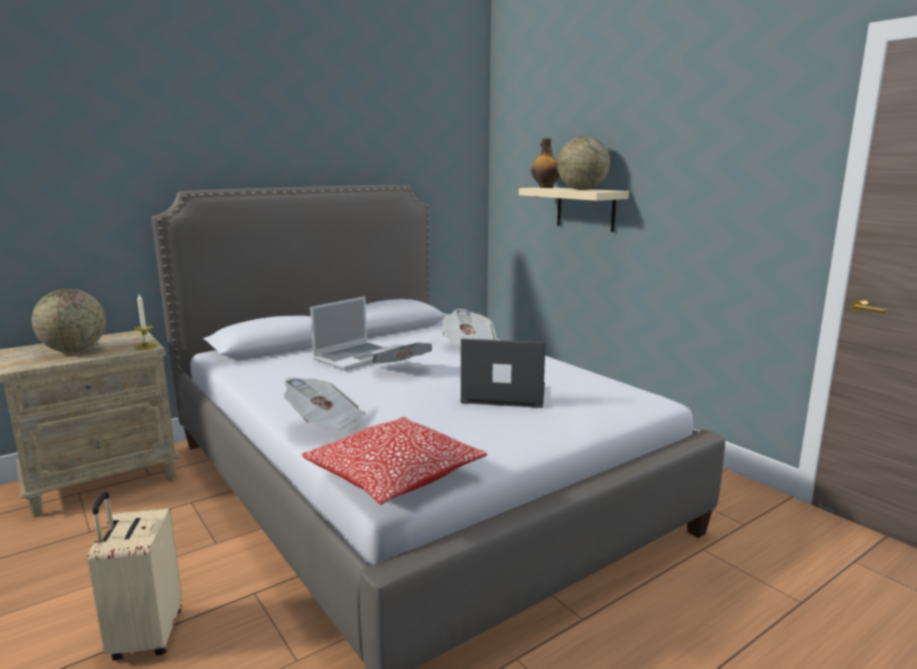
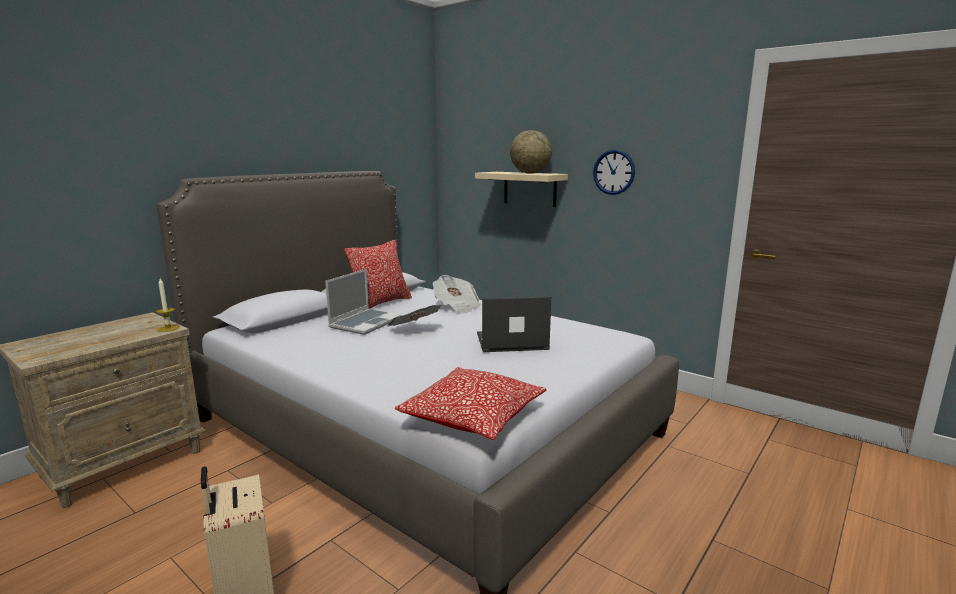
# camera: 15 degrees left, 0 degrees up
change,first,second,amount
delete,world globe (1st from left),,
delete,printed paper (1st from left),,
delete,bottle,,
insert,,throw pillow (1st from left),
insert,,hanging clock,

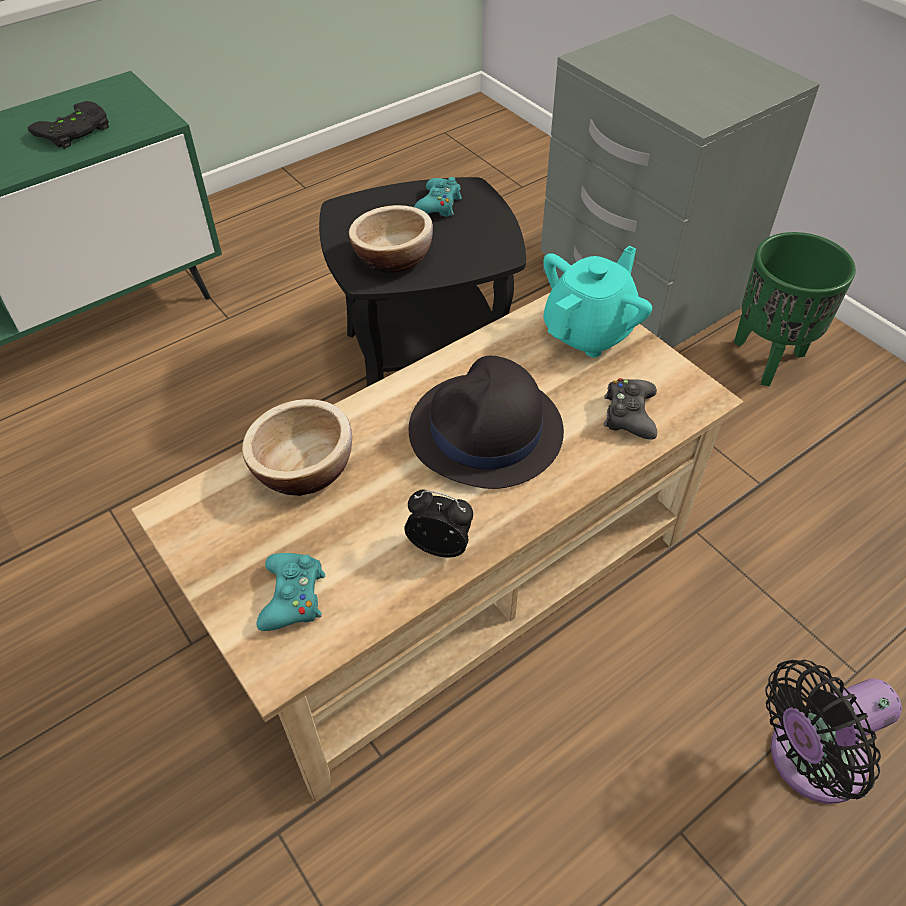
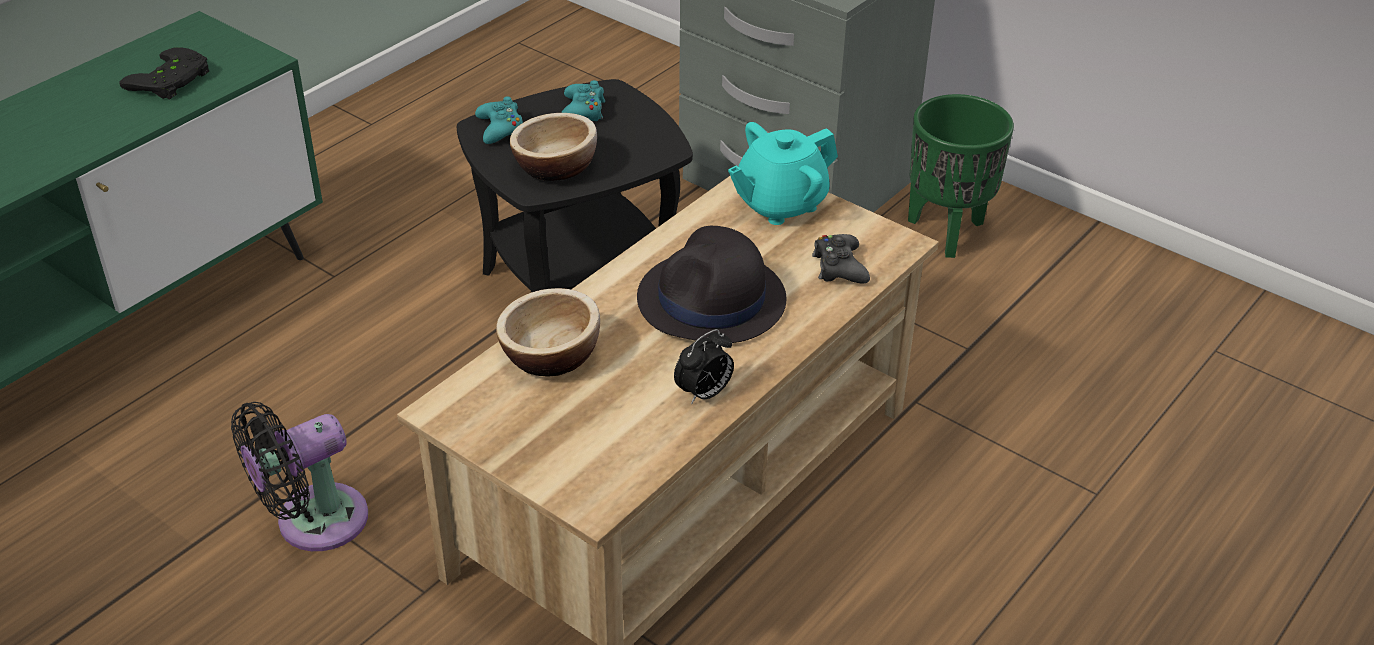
# camera: 15 degrees left, 10 degrees down
change,first,second,amount
move,gamepad (turquoise-coloured) (1st from left),,
move,electric fan (blackish),,
rotate,table clock,,135 degrees clockwise
rotate,tea pot (turquoise-coloured),,150 degrees counterclockwise

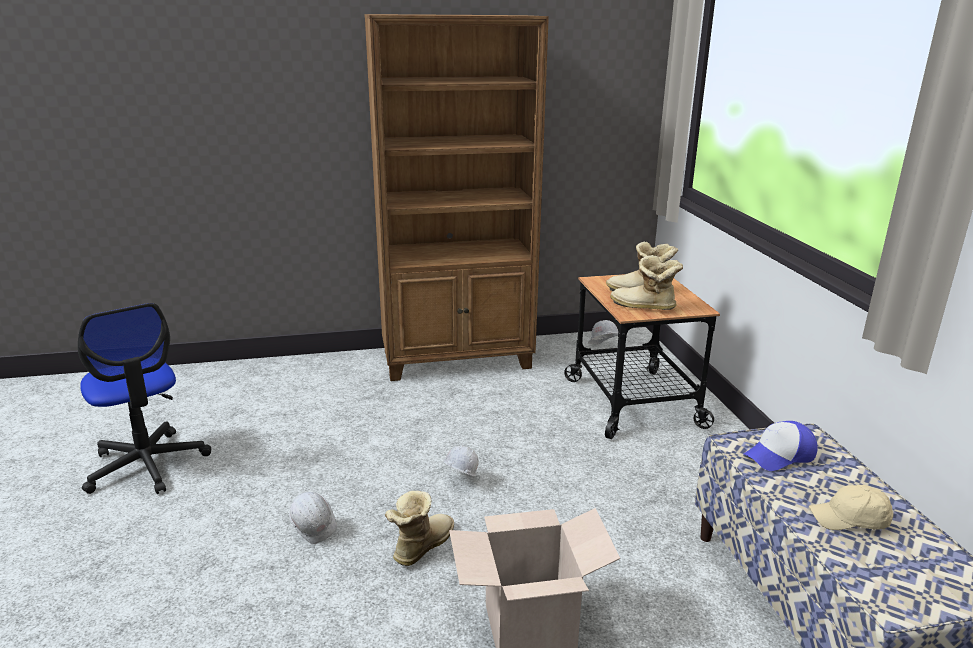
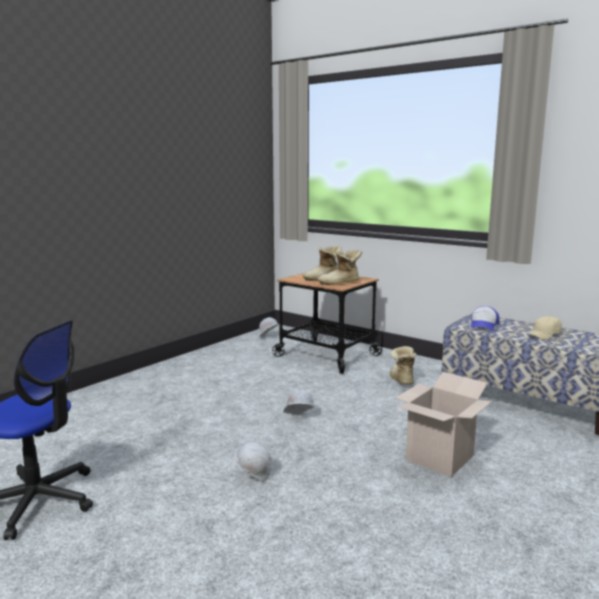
# camera: 40 degrees left, 10 degrees down
change,first,second,amount
delete,bookshelf (brownish),,
move,tall boot (1st from left in the first image),tall boot (3rd from left),

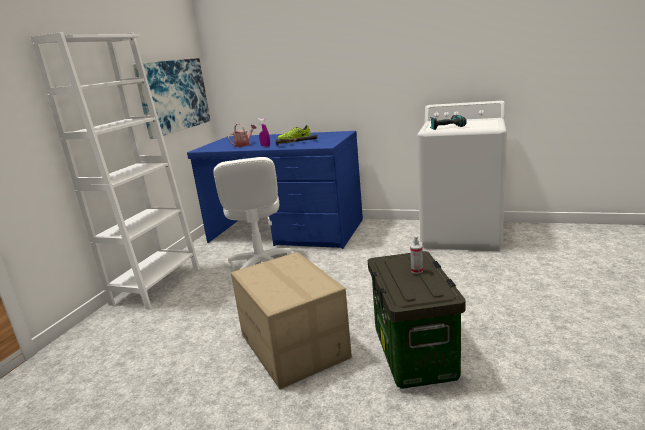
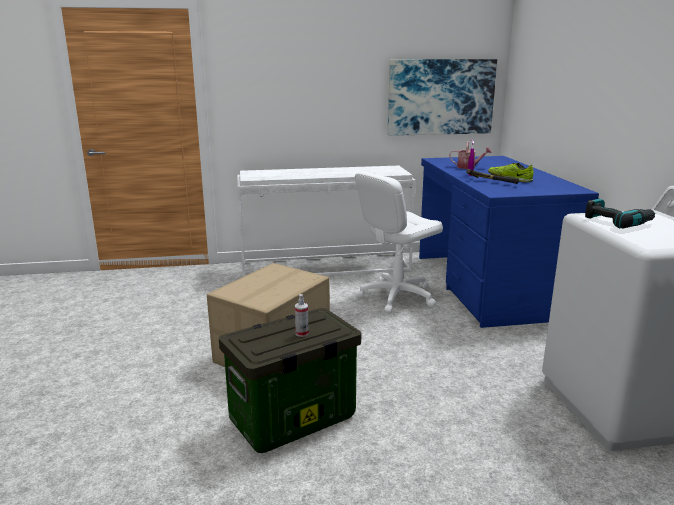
# camera: 60 degrees right, 0 degrees up
change,first,second,amount
replace,bookshelf (whitish),narrow table (whitish),

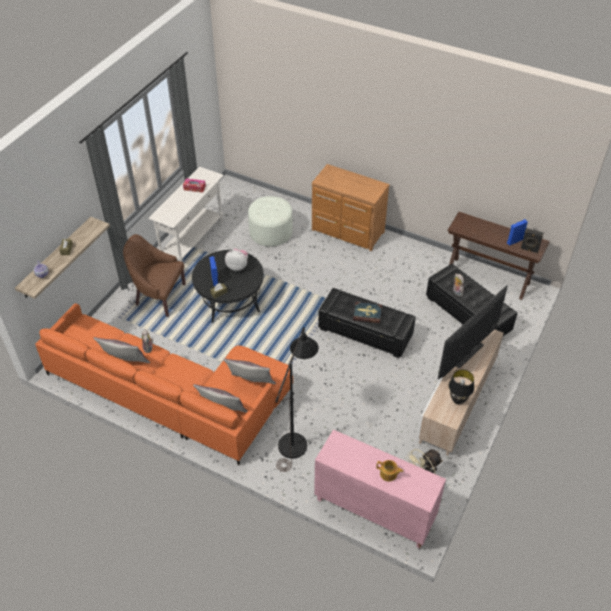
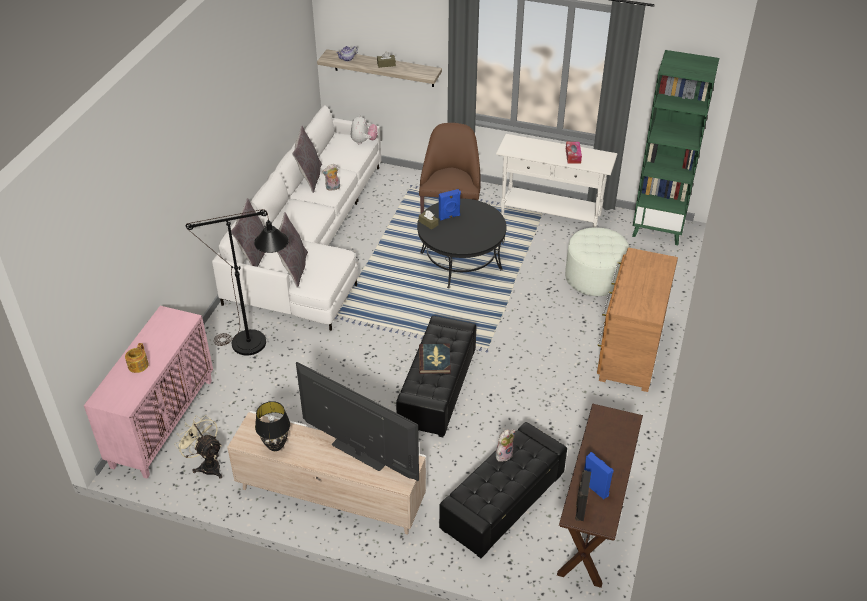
# camera: 80 degrees right, 5 degrees down
change,first,second,amount
insert,,bookshelf (green),
move,cuddly toy (2nd from left),,
recolor,settee (orangey),settee (whitish),

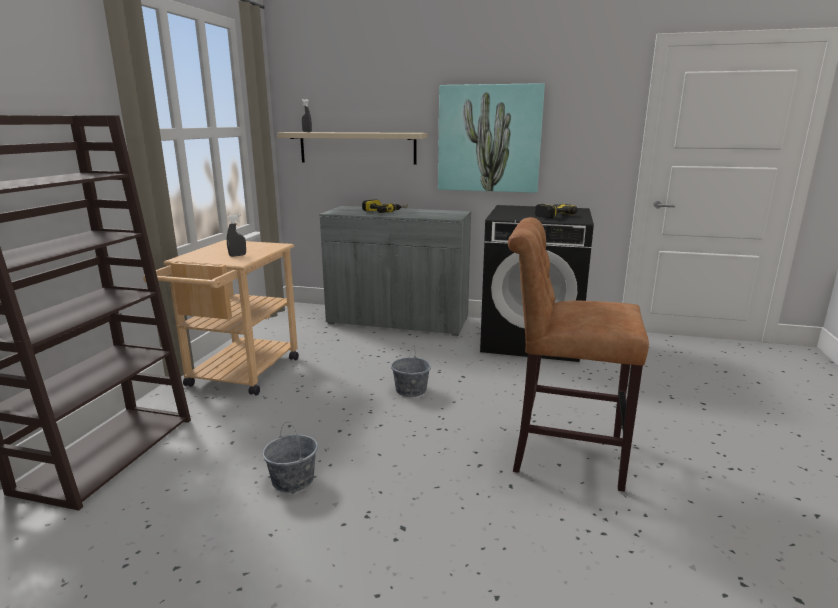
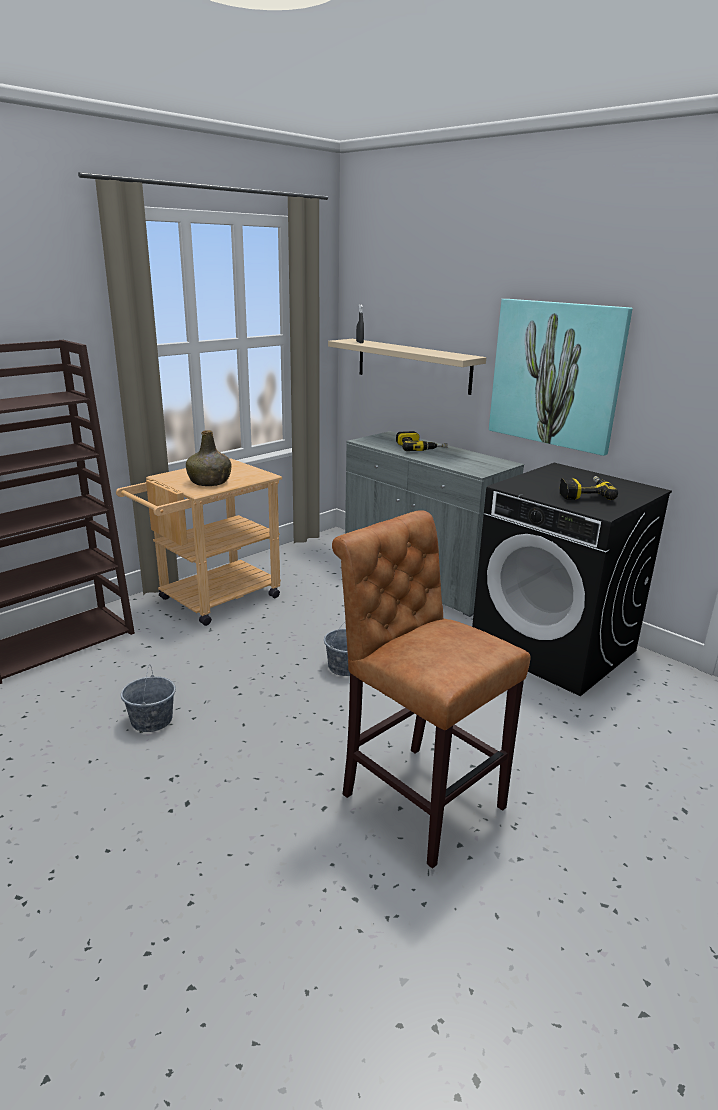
# camera: 30 degrees right, 5 degrees up
change,first,second,amount
replace,hand sprayer (grey) (1st from left),bottle (green),

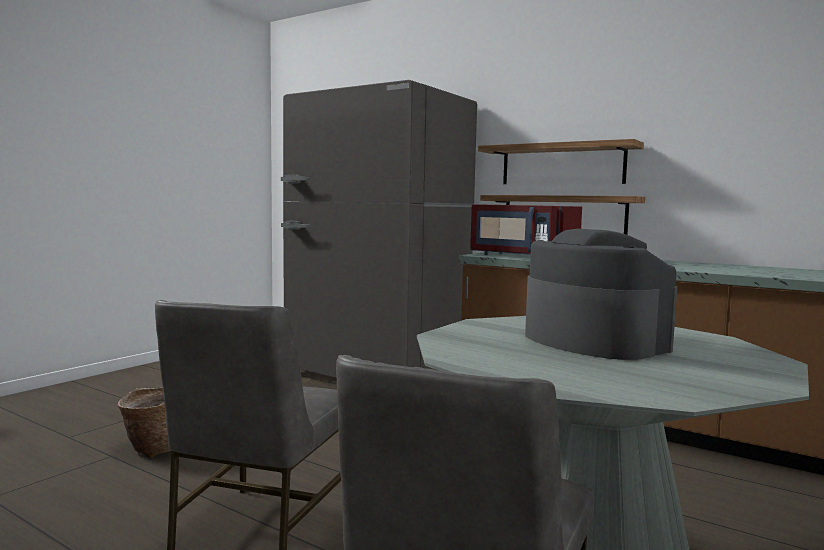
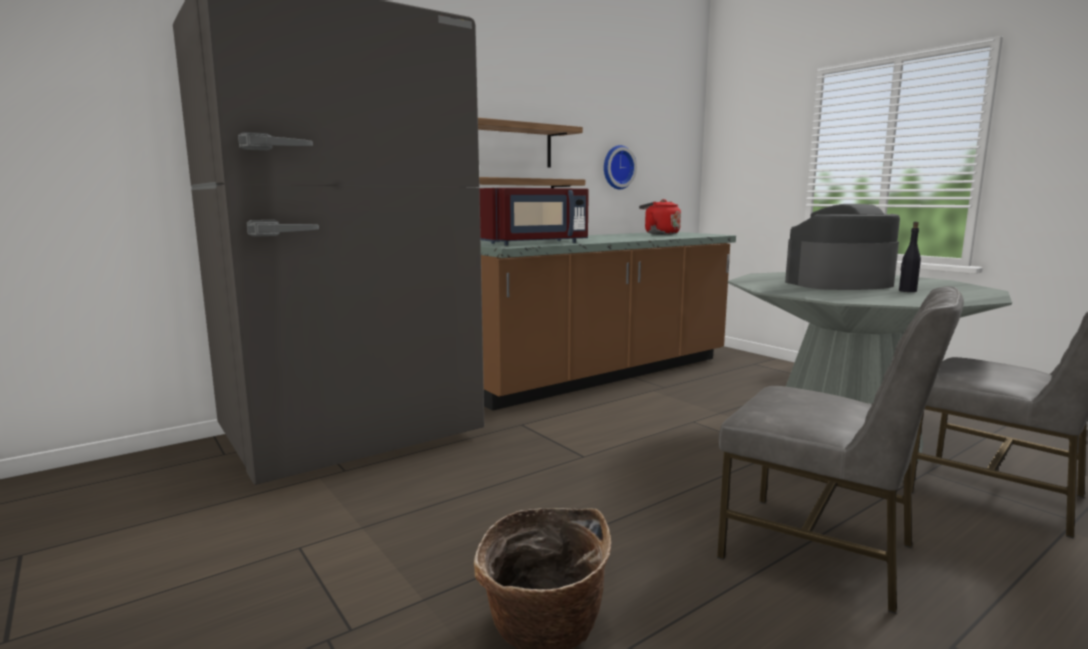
# camera: 70 degrees left, 5 degrees up
change,first,second,amount
insert,,hanging clock,
insert,,water kettle (red),
insert,,bottle (blackish),

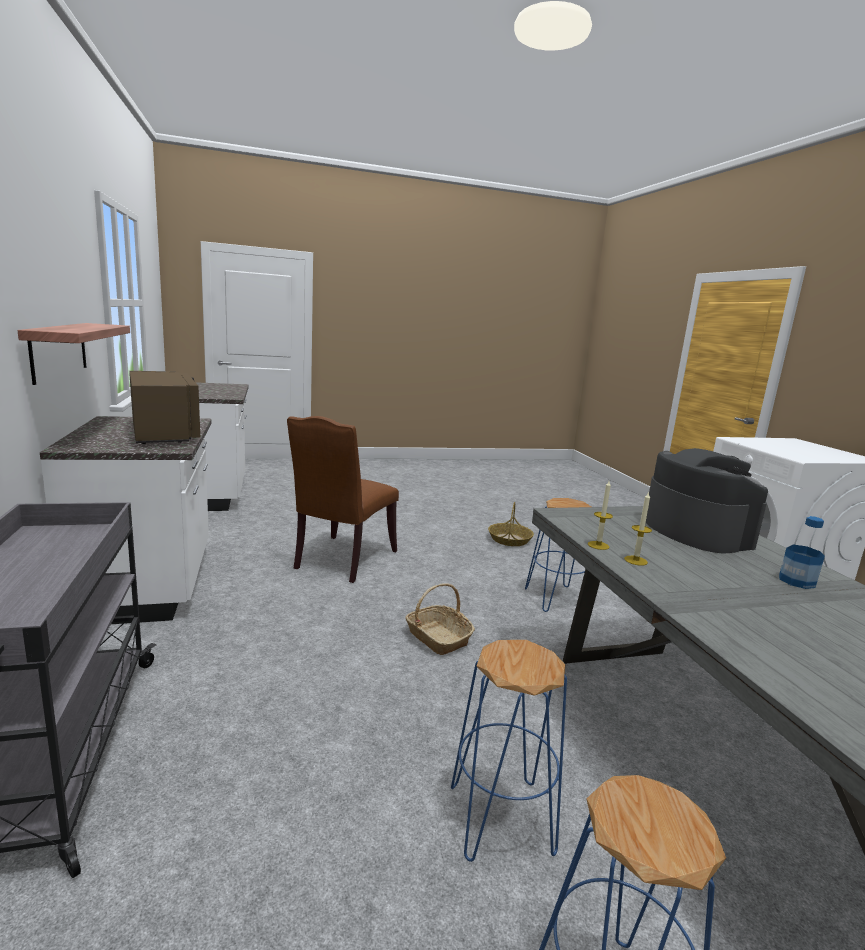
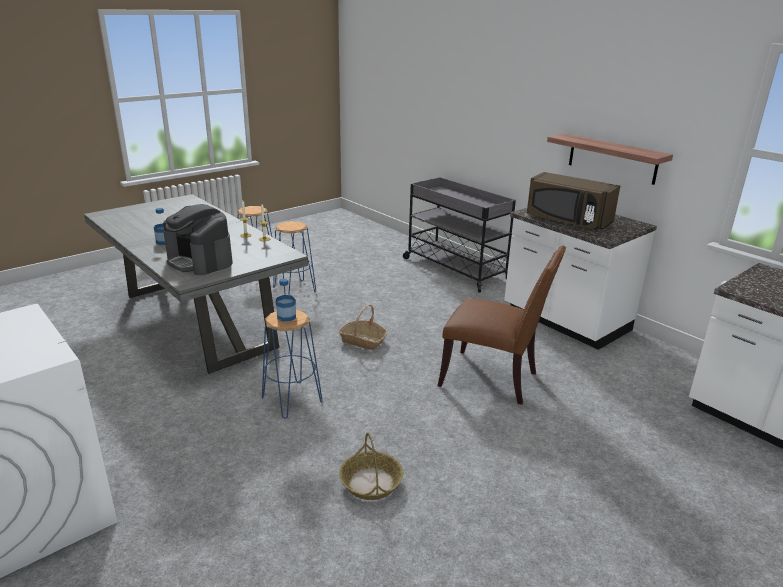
# camera: 155 degrees right, 10 degrees up
change,first,second,amount
insert,,bottle (2nd from left),
rotate,chair (brownish),,120 degrees clockwise

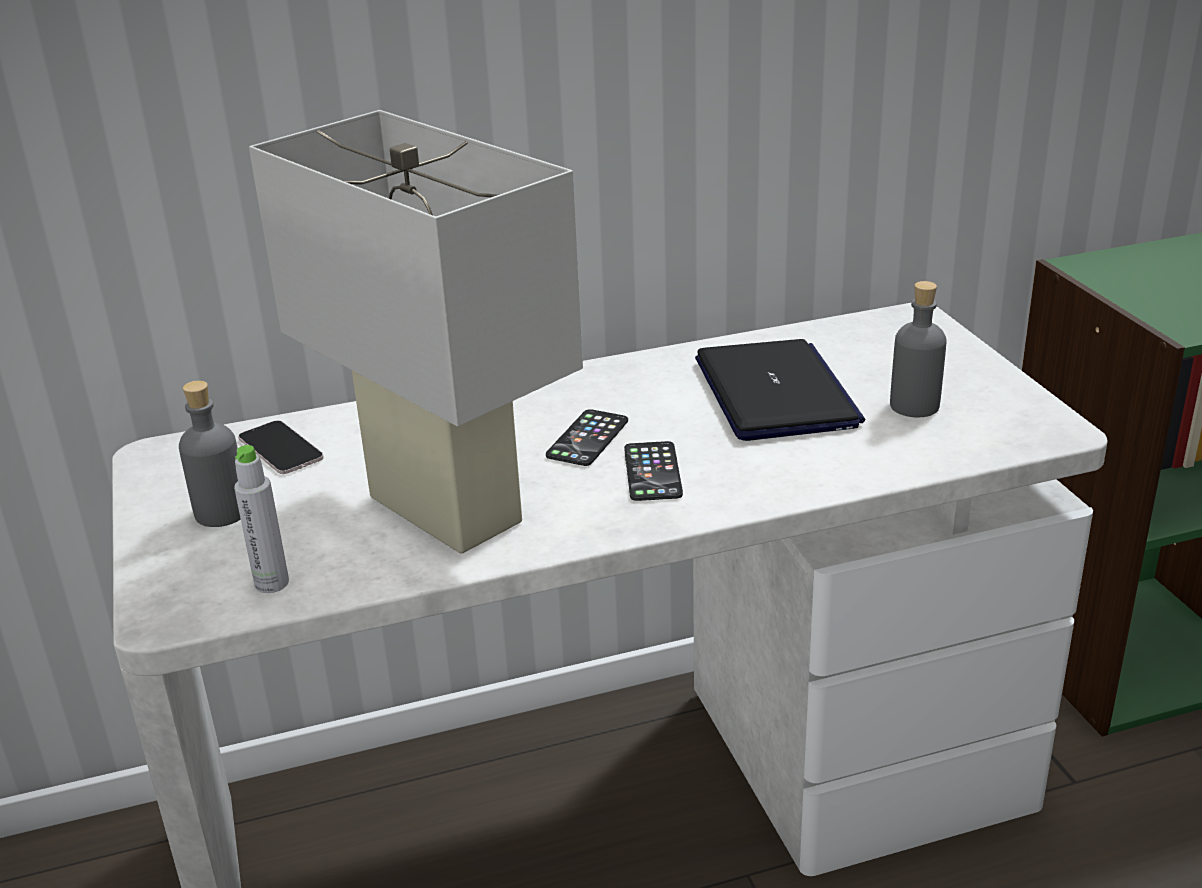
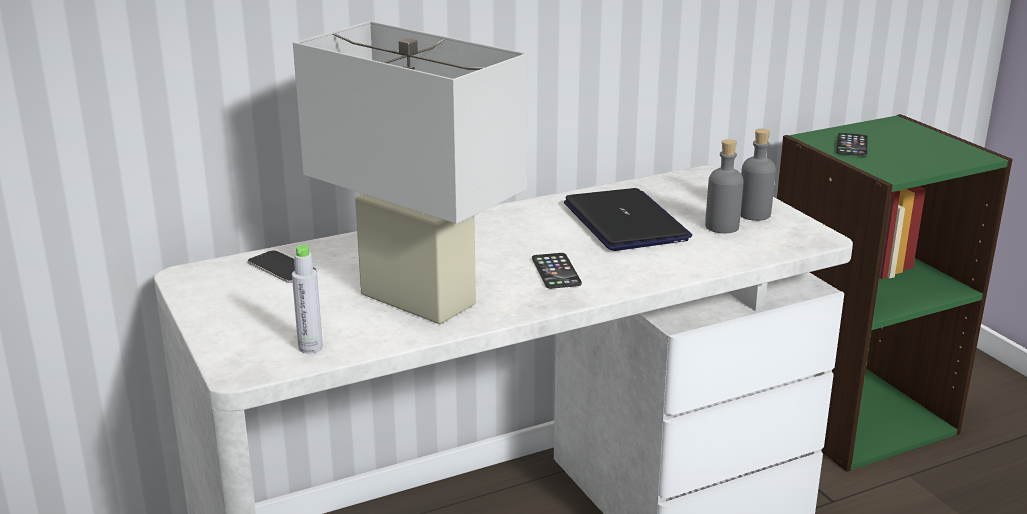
# camera: 10 degrees left, 5 degrees down
change,first,second,amount
move,bottle (grey) (1st from left in the first image),bottle (grey) (3rd from left),
move,handset (2nd from left in the first image),handset (3rd from left),

